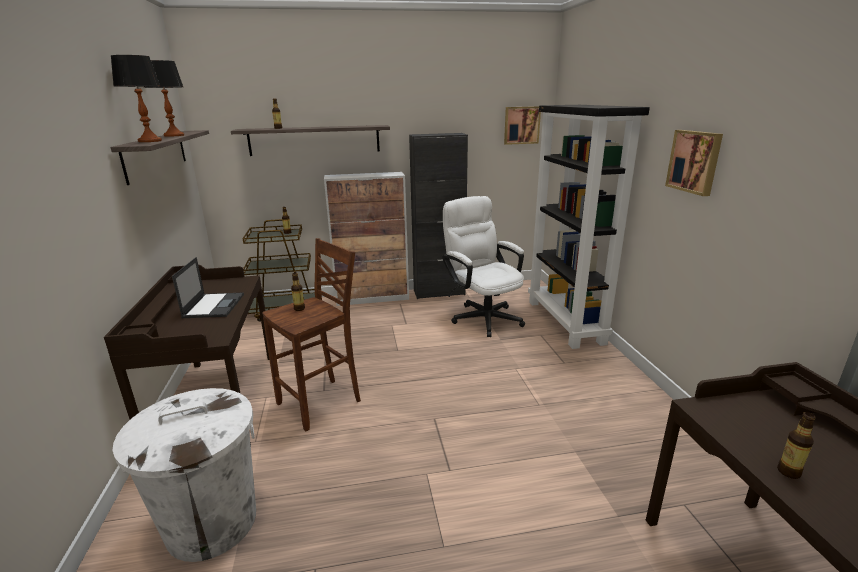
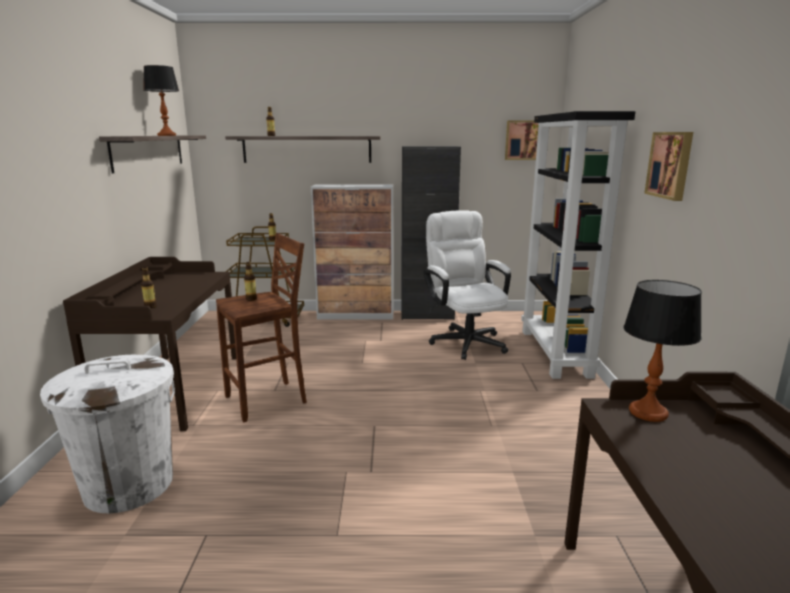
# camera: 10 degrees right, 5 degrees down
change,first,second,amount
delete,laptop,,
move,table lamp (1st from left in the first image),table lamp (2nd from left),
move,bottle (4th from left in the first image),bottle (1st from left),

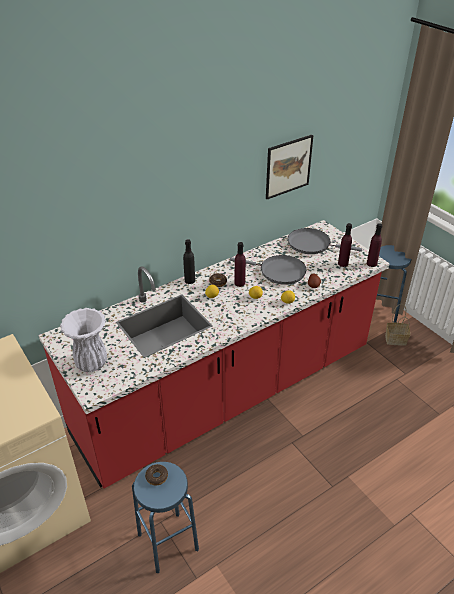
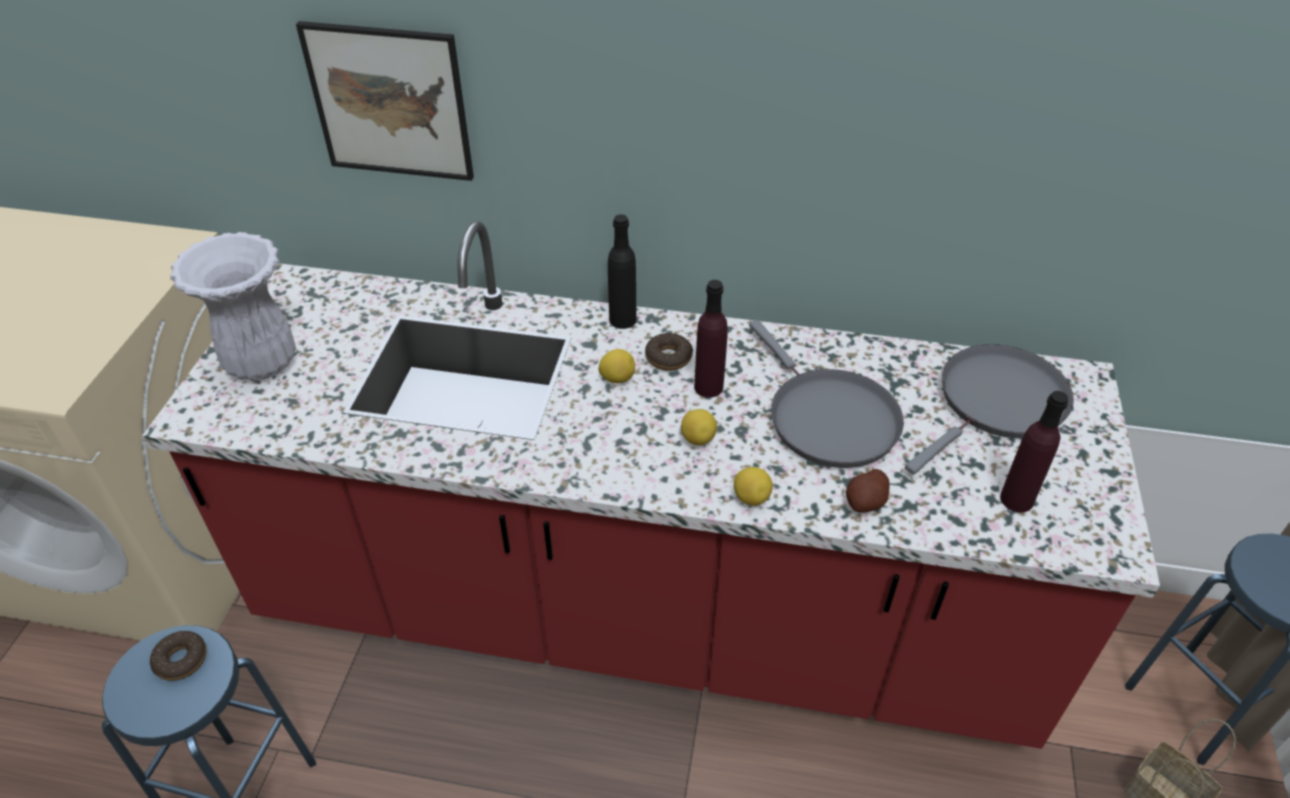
# camera: 45 degrees right, 5 degrees up
change,first,second,amount
delete,bottle (purplish) (3rd from left),,
move,wall picture,,
rotate,frying pan (grey) (2nd from left),,75 degrees clockwise

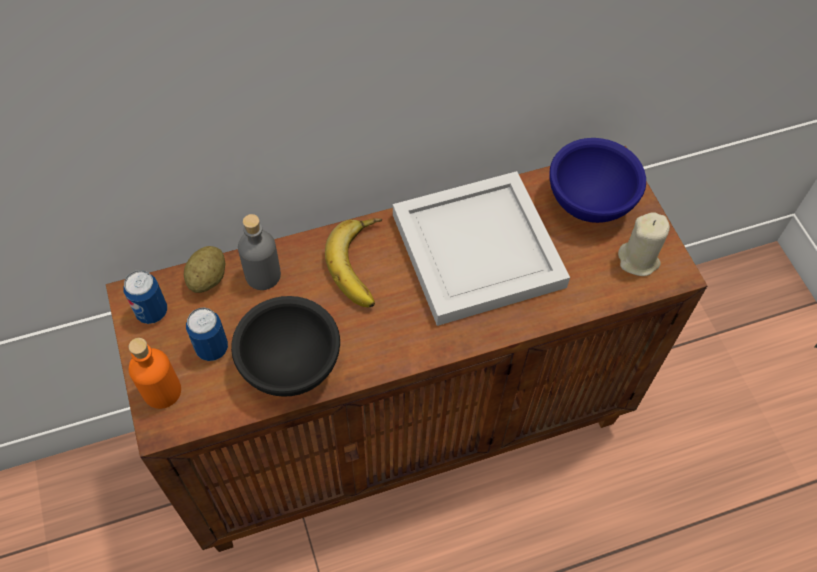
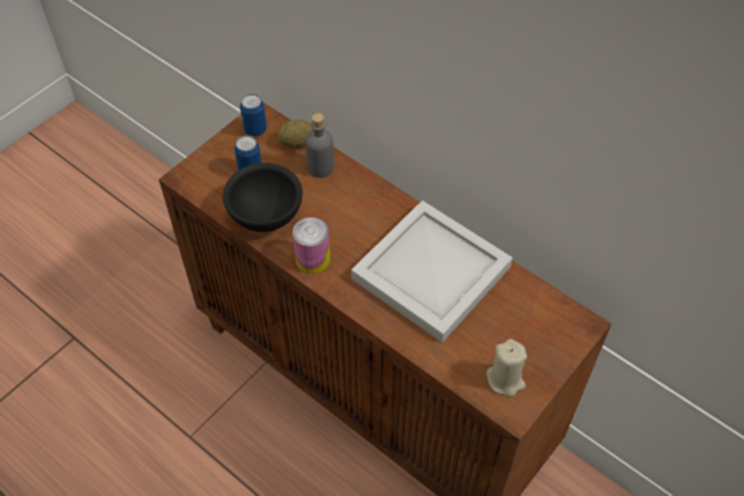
# camera: 60 degrees right, 5 degrees down
change,first,second,amount
delete,bottle (orangey),,
delete,whole banana,,
delete,deep dish (blue-coloured),,
insert,,can (3rd from left),

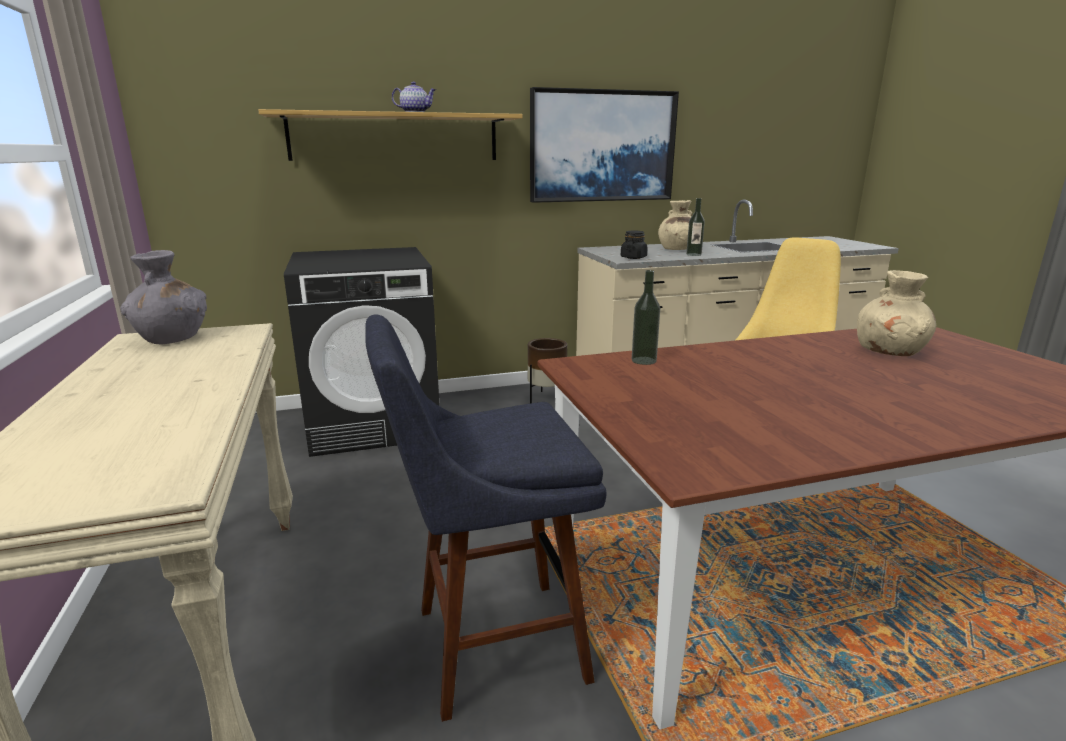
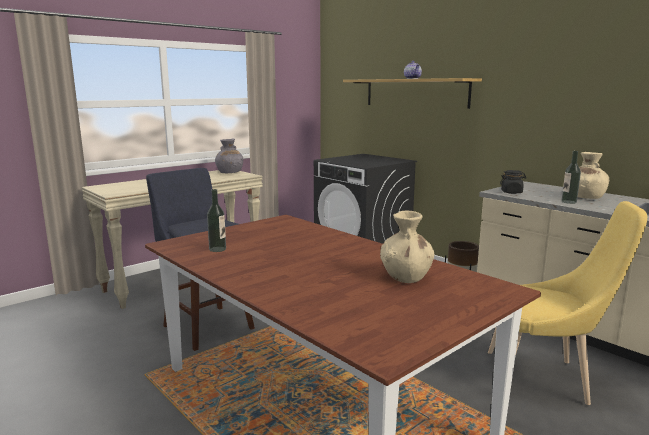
# camera: 65 degrees right, 5 degrees down
change,first,second,amount
delete,wall picture,,
move,bottle (1st from left),,

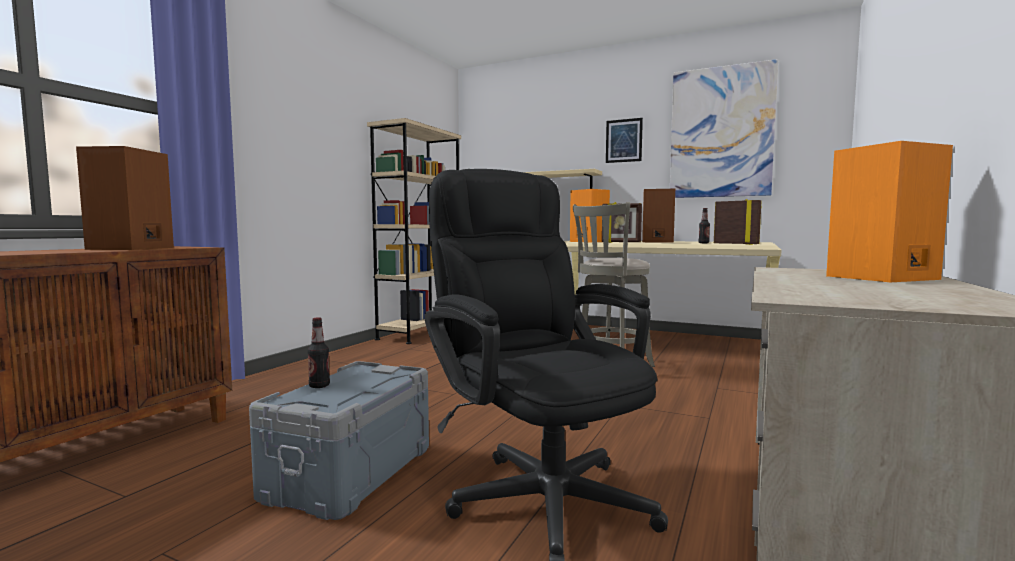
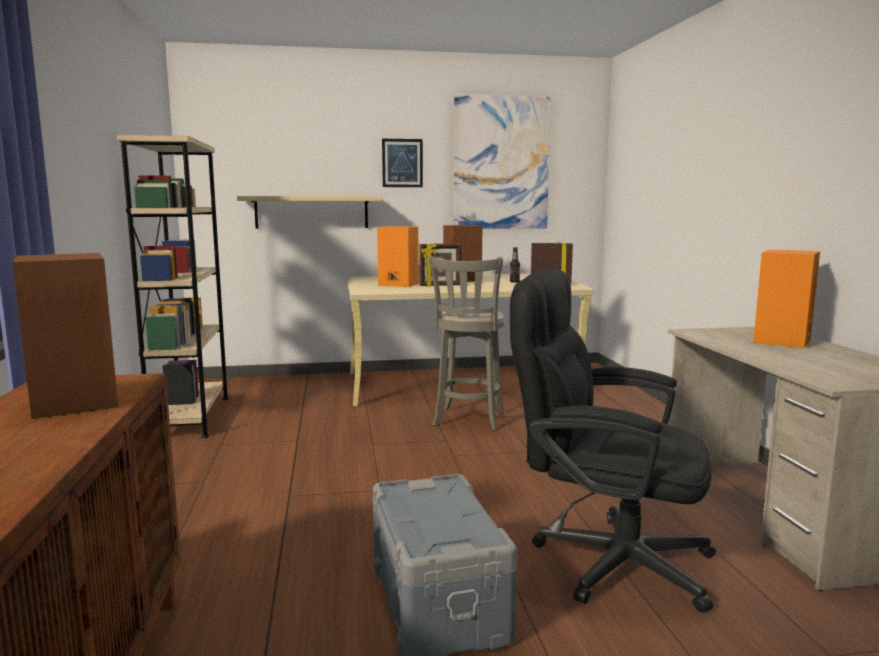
# camera: 35 degrees left, 5 degrees up
change,first,second,amount
delete,bottle (1st from left),,

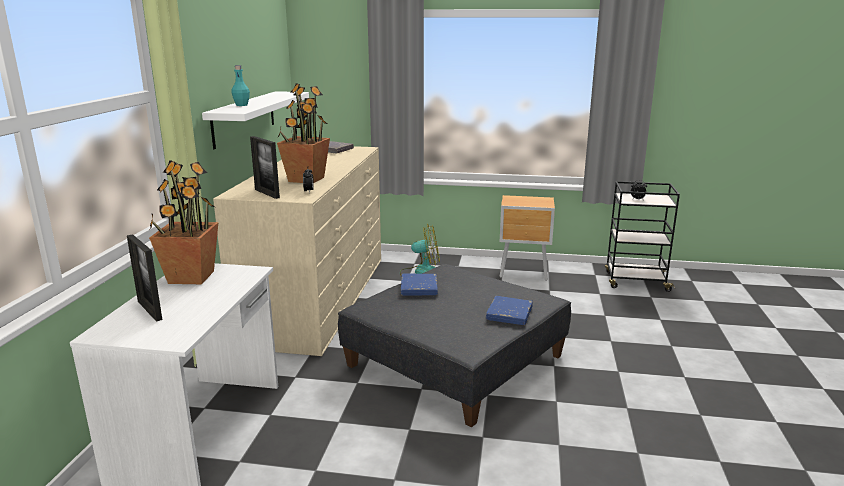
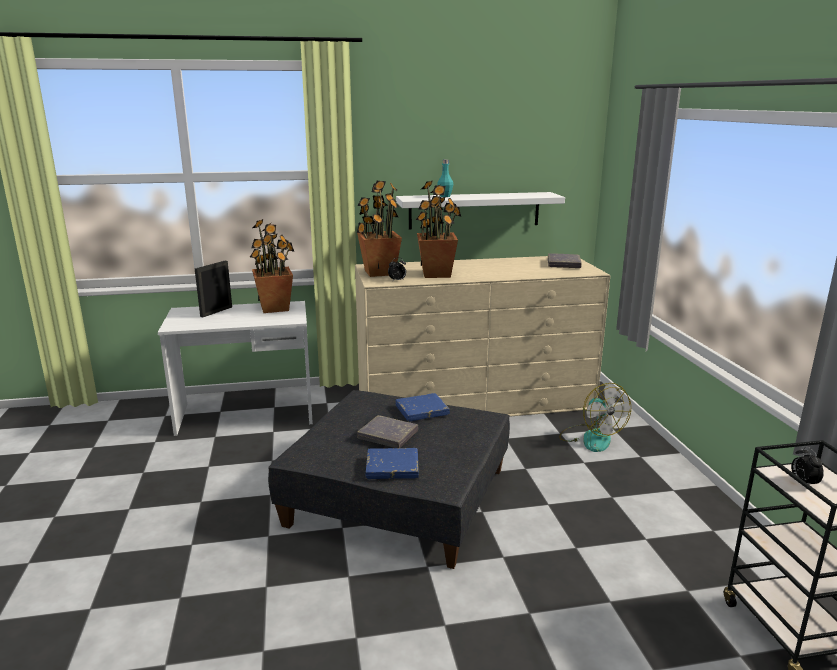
# camera: 70 degrees right, 0 degrees up
change,first,second,amount
delete,night table (brownish),,
insert,,book (grey) (1st from left),
replace,photo frame (2nd from left),plant in a pot (2nd from left),

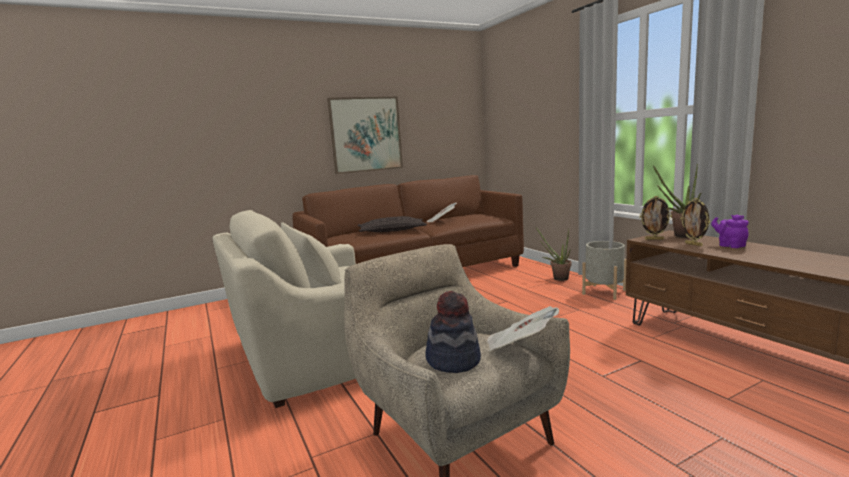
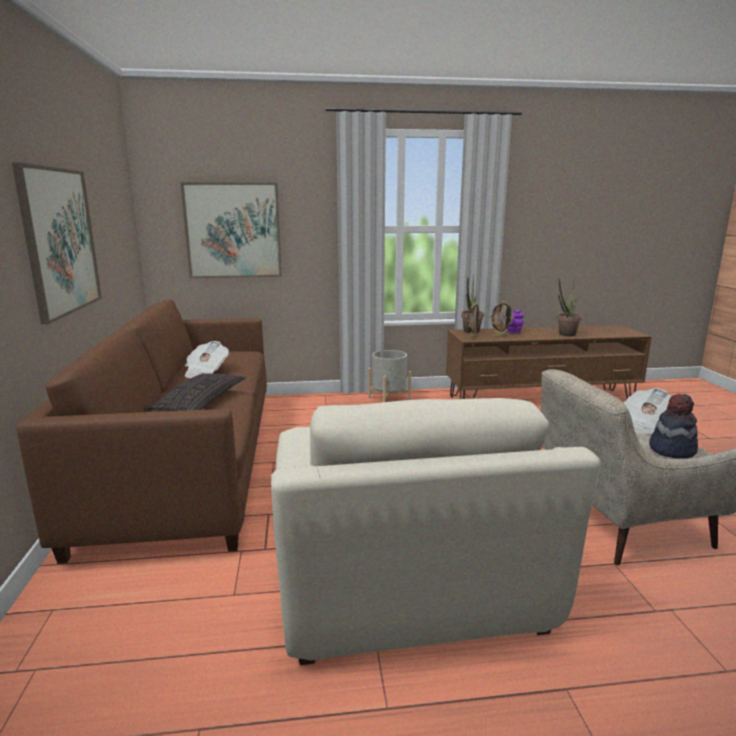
# camera: 70 degrees left, 5 degrees up
change,first,second,amount
insert,,wall picture (2nd from left),
move,plant in a pot (1st from left in the first image),plant in a pot (2nd from left),

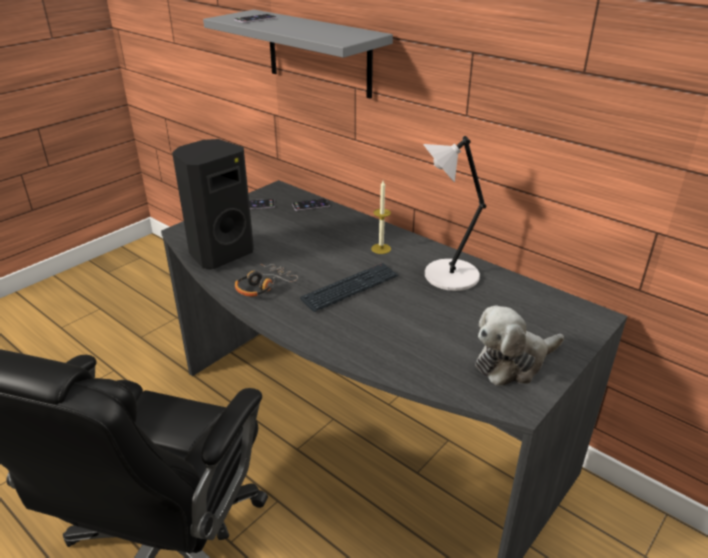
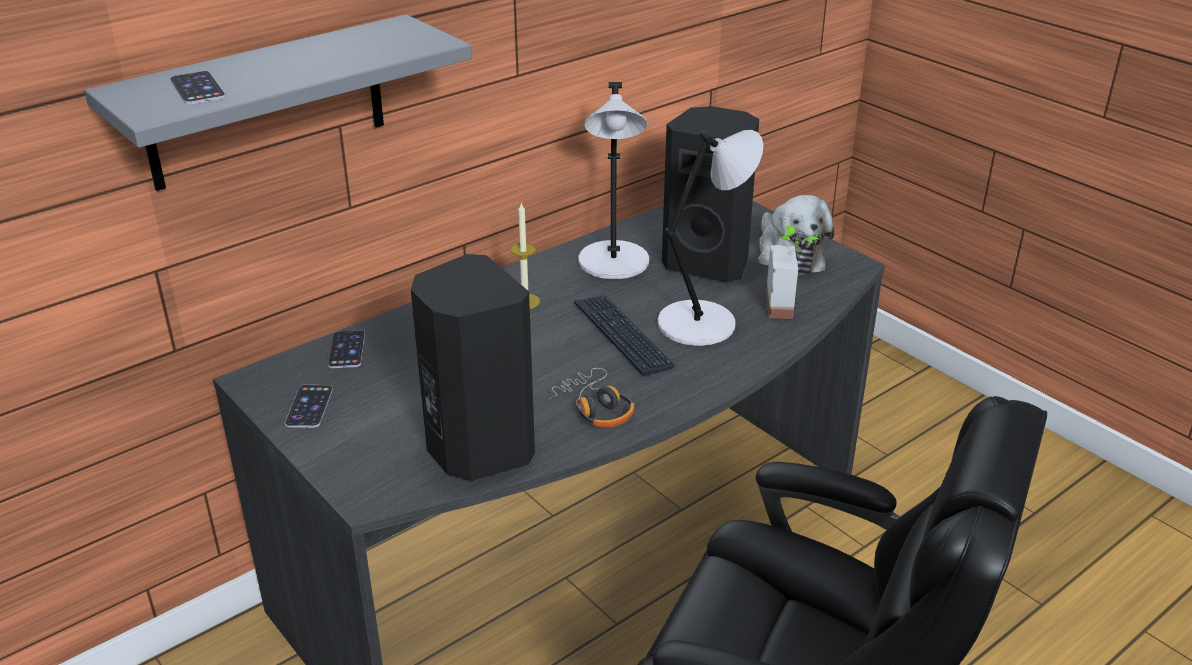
# camera: 80 degrees left, 0 degrees up
change,first,second,amount
insert,,table lamp (whitish) (2nd from left),
insert,,speaker (blackish) (2nd from left),
insert,,plant in a pot,

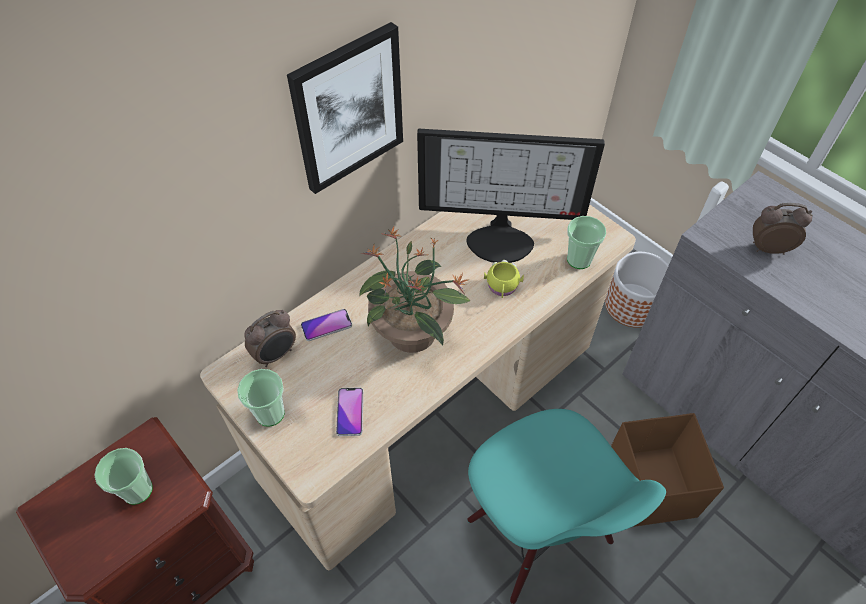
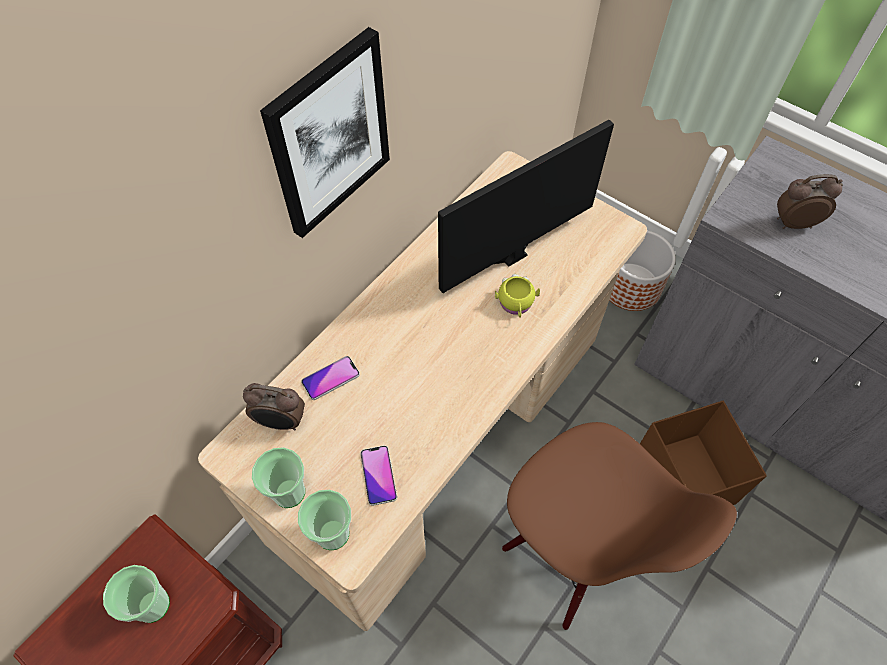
# camera: 10 degrees left, 5 degrees up
change,first,second,amount
delete,plant in a pot,,
move,cup (3rd from left),,
recolor,chair (turquoise-coloured),chair (brownish),
rotate,table clock (1st from left),,60 degrees clockwise
rotate,computer screen,,150 degrees clockwise

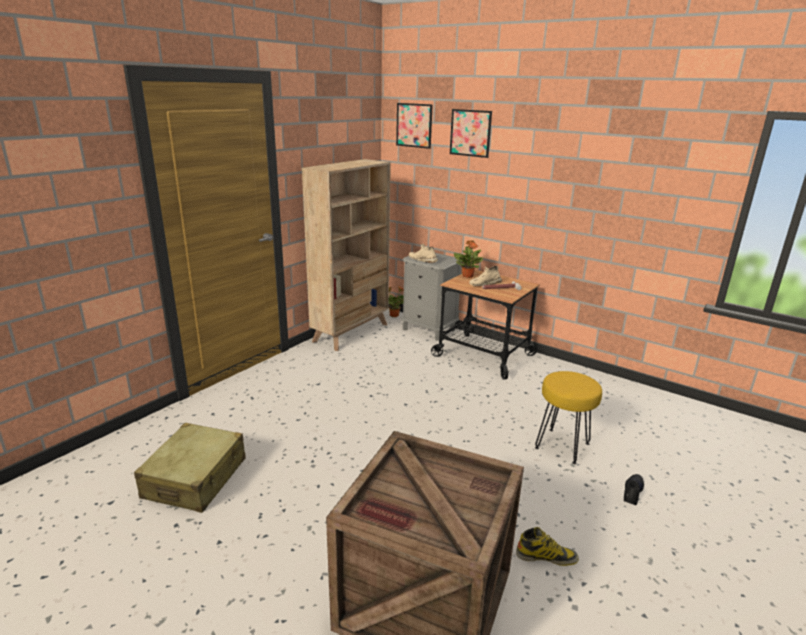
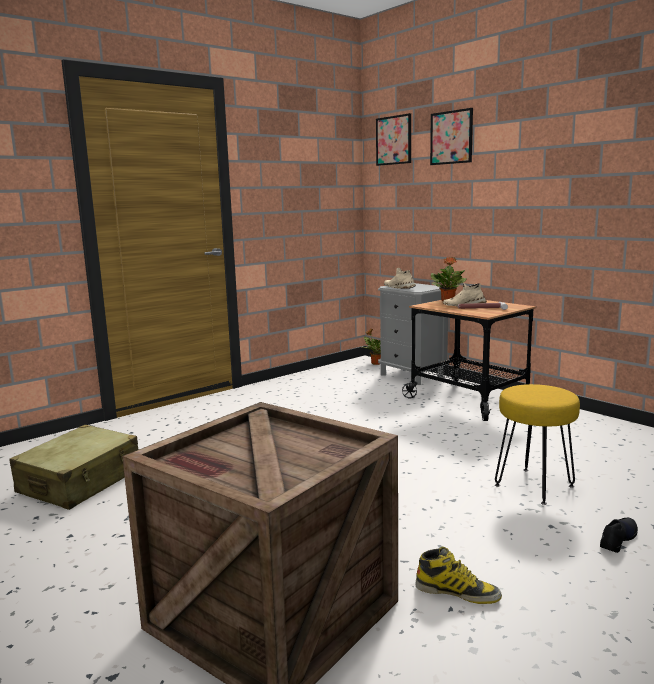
# camera: 15 degrees right, 10 degrees down
change,first,second,amount
delete,bookshelf (sand-coloured),,

